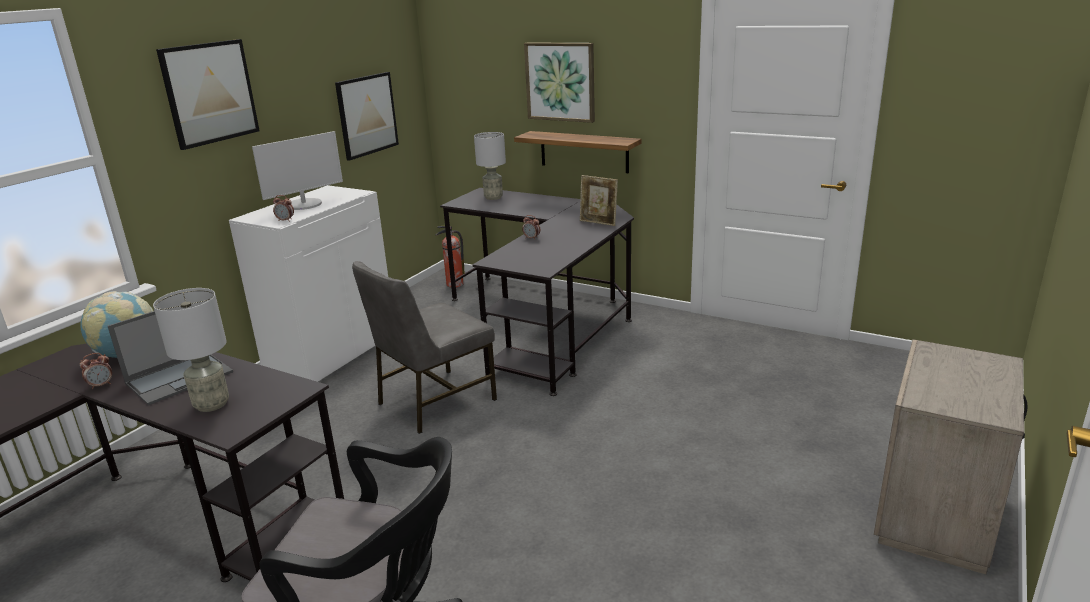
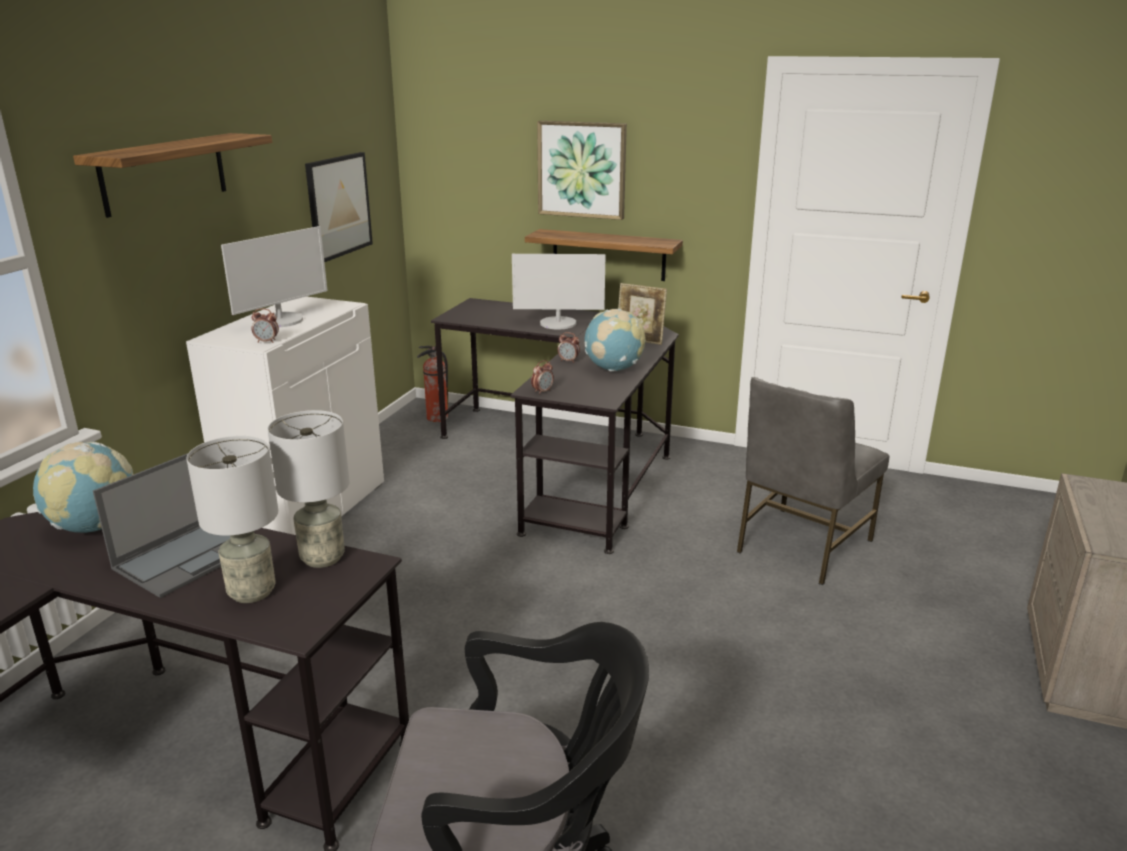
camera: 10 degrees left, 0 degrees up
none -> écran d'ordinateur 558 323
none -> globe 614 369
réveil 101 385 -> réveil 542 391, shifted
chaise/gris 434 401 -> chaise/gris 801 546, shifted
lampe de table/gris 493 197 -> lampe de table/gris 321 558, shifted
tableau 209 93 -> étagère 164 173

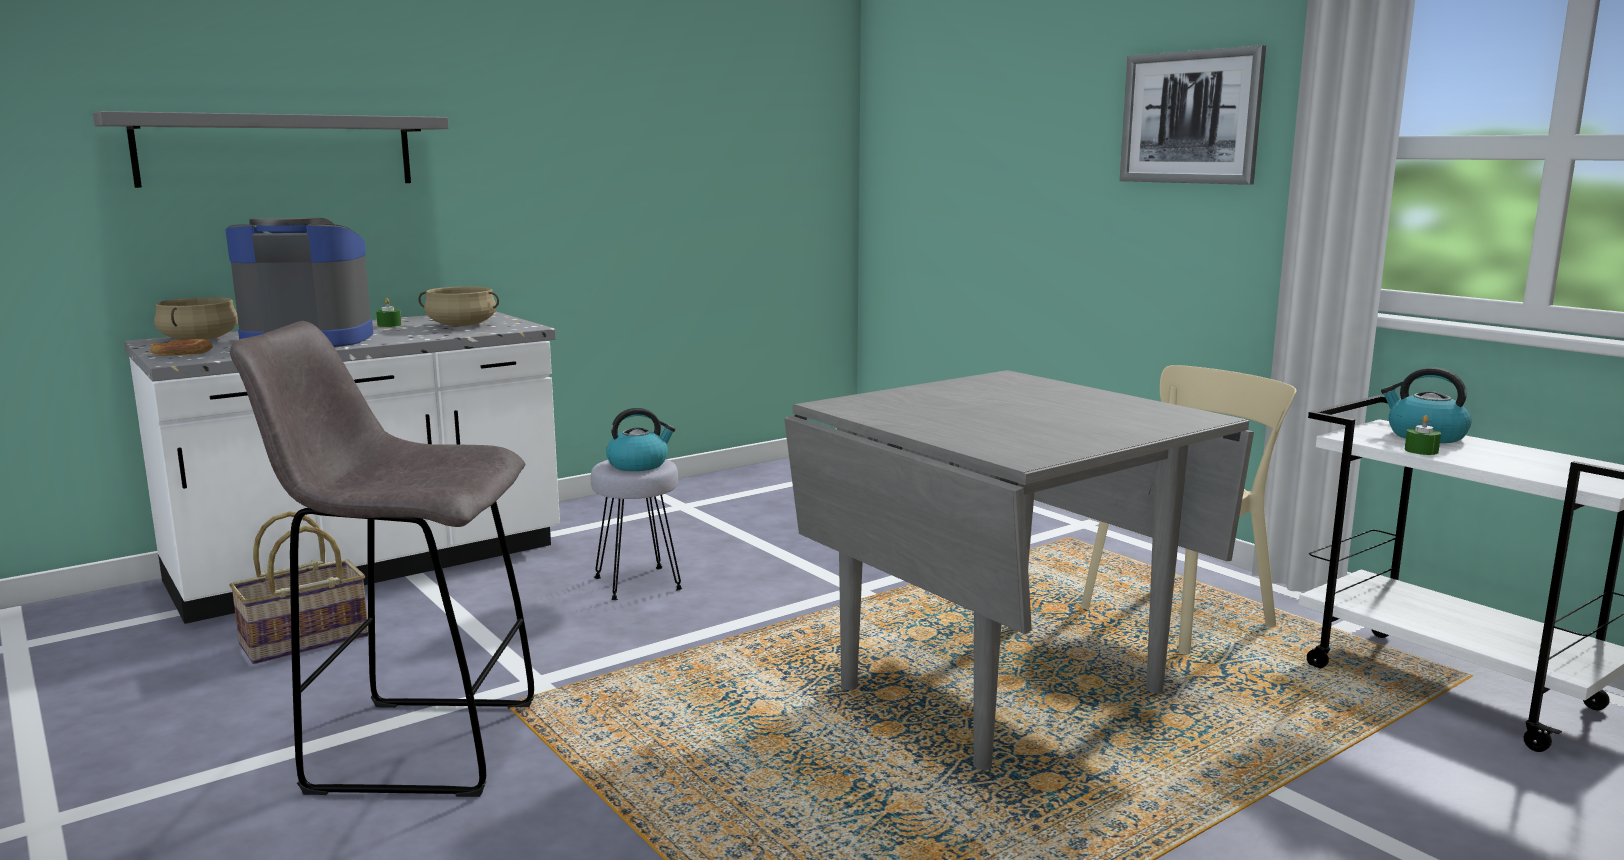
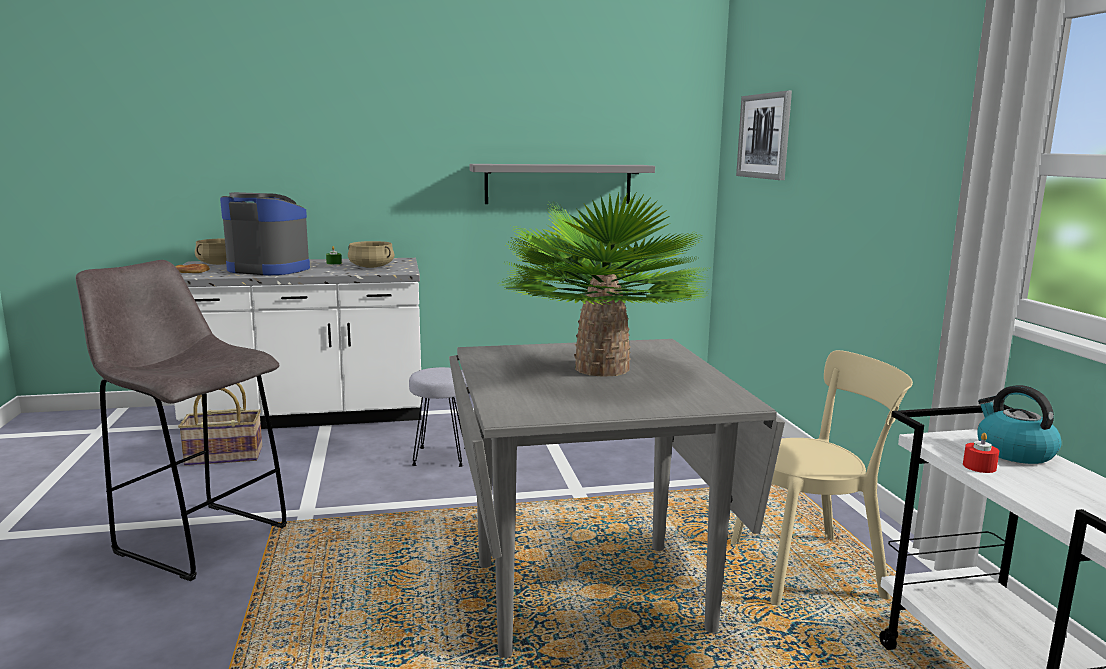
camera: 25 degrees right, 0 degrees up
bouilloire 639 464 -> none
none -> plante en pot 602 368
étagère/gris 277 150 -> étagère/gris 558 184, shifted
tableau 1190 117 -> tableau 764 136, shifted
bougie/vert 1421 450 -> bougie/rouge 979 466

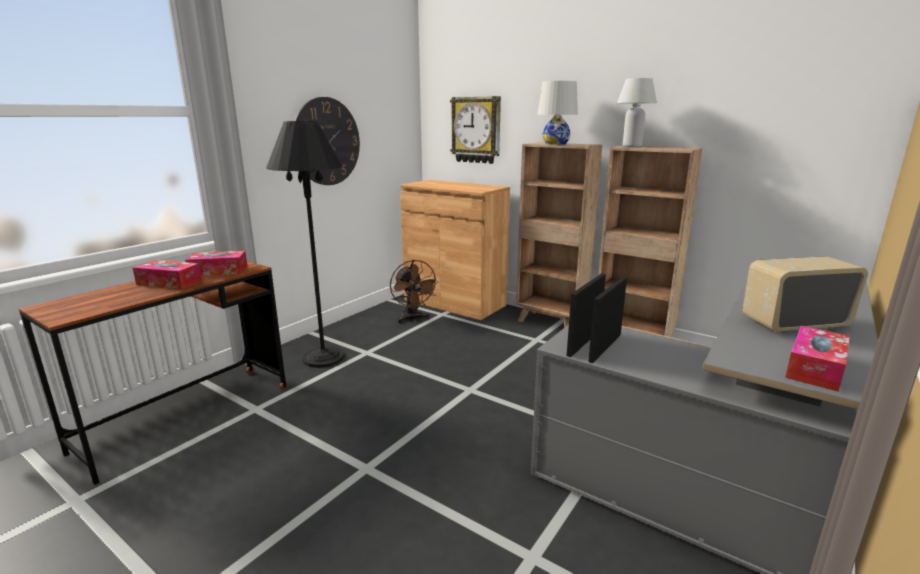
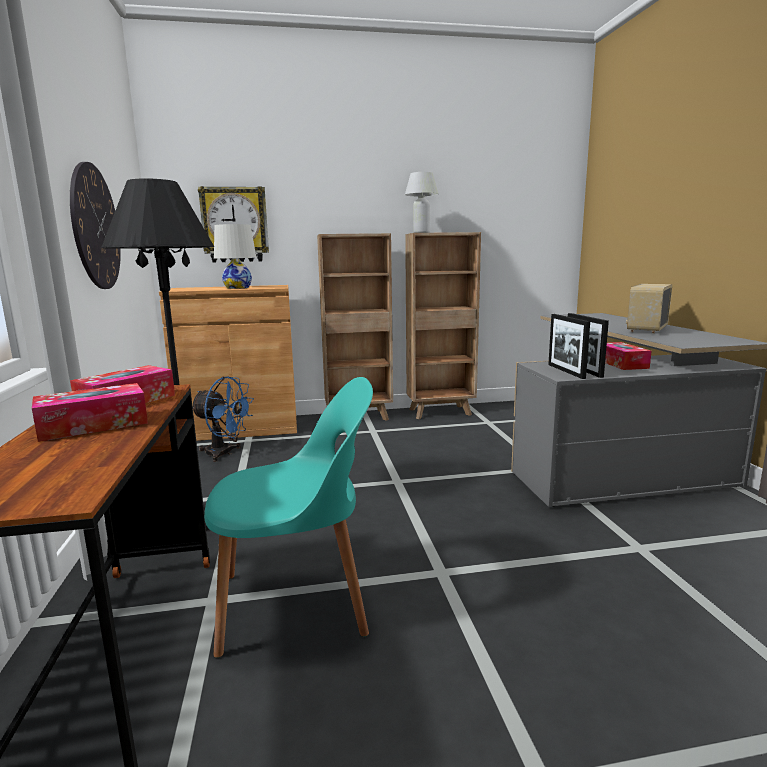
camera: 45 degrees left, 5 degrees down
none -> chaise/turquoise 298 602
lampe de table/blanc 556 144 -> lampe de table/blanc 238 287, shifted
boîte à mouchoirs 815 368 -> boîte à mouchoirs 621 364, shifted
ventilateur/marron 412 319 -> ventilateur/bleu 225 453

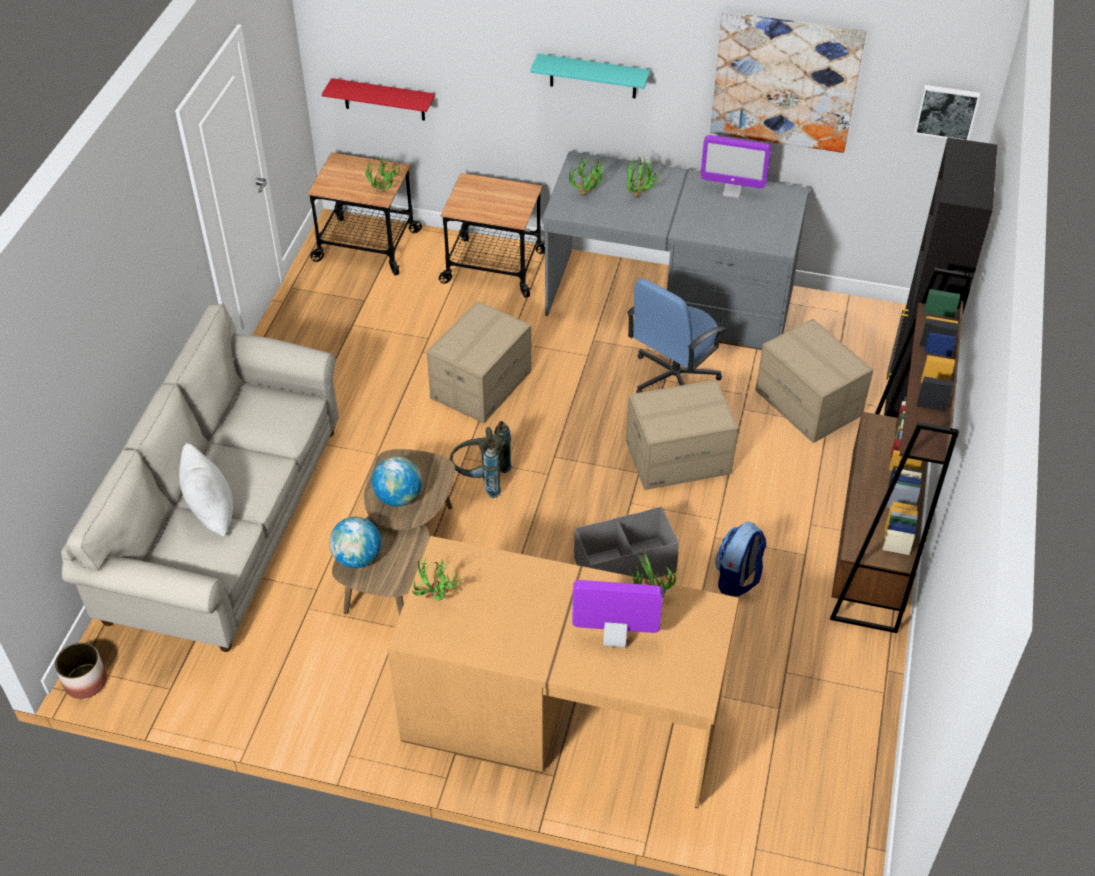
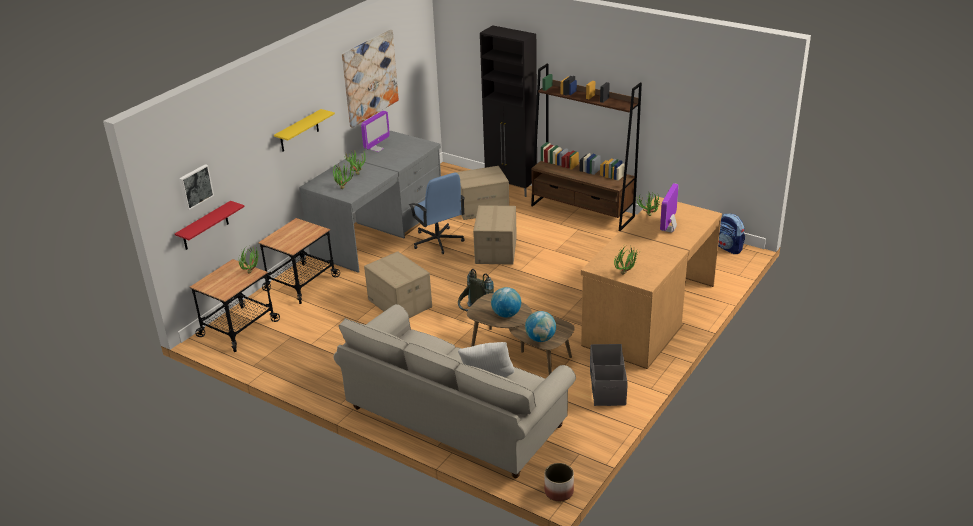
camera: 70 degrees left, 15 degrees down
boîte de rangement/gris 624 565 -> boîte de rangement/gris 607 386, shifted
sac à dos 737 578 -> sac à dos 729 248, shifted
tableau 946 111 -> tableau 195 186, shifted
étagère/turquoise 593 76 -> étagère/jaune 299 131

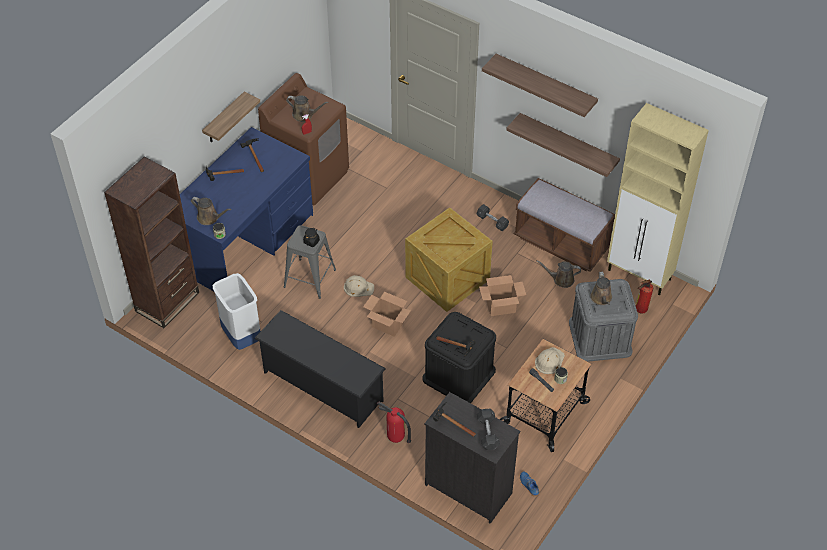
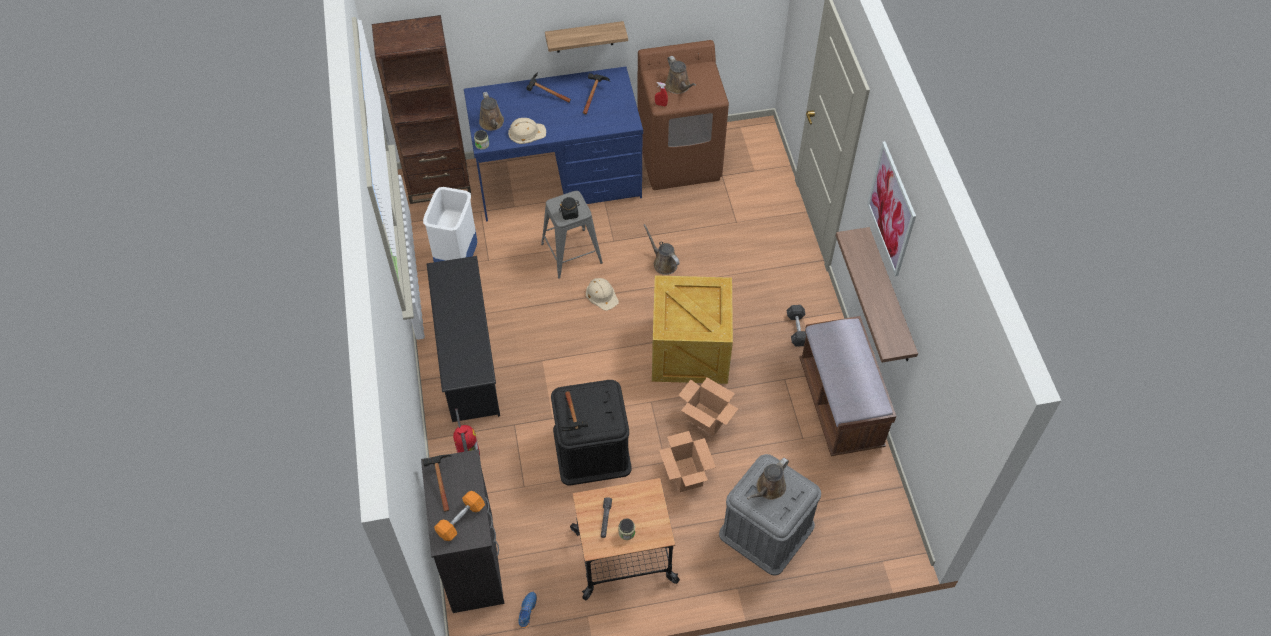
camera: 45 degrees right, 5 degrees up
meuble de rangement/beige 640 275 -> none
extincteur 639 310 -> none
carton 387 325 -> carton 685 474, shifted
casque de chantier/beige 549 361 -> casque de chantier/beige 526 132, shifted
arrosoir/marron 561 279 -> arrosoir/marron 663 263, shifted
étagère 545 84 -> tableau 891 209
haltère/gris 487 433 -> haltère/orange 461 520

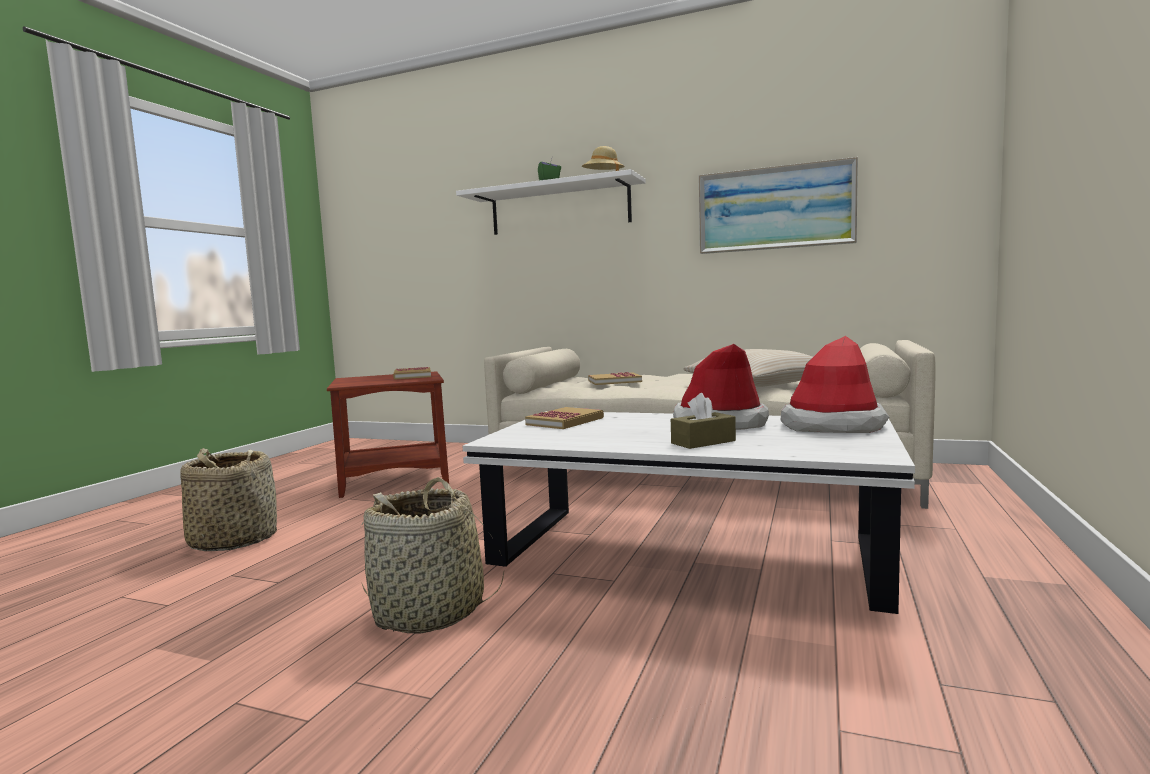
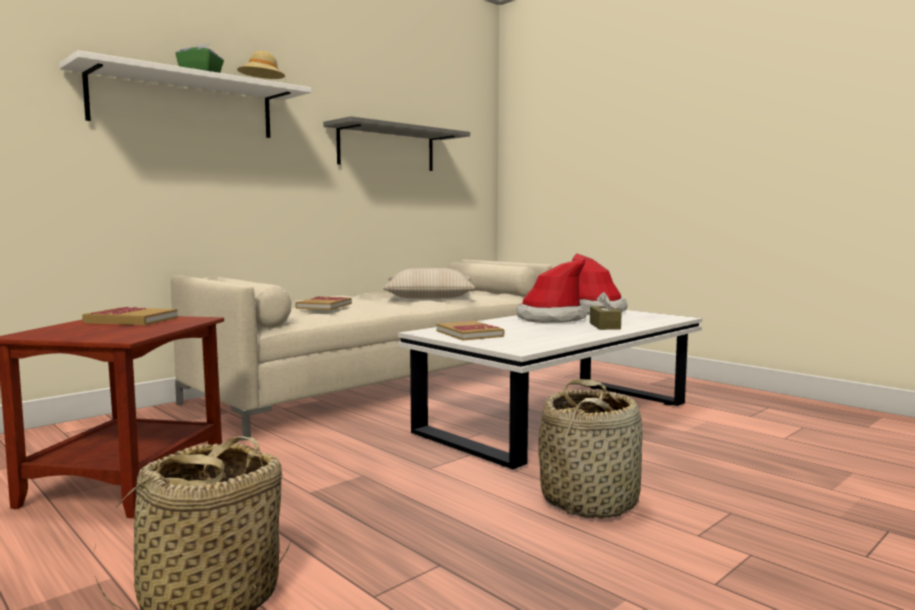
camera: 65 degrees left, 0 degrees up
tableau 775 208 -> étagère/gris 387 148

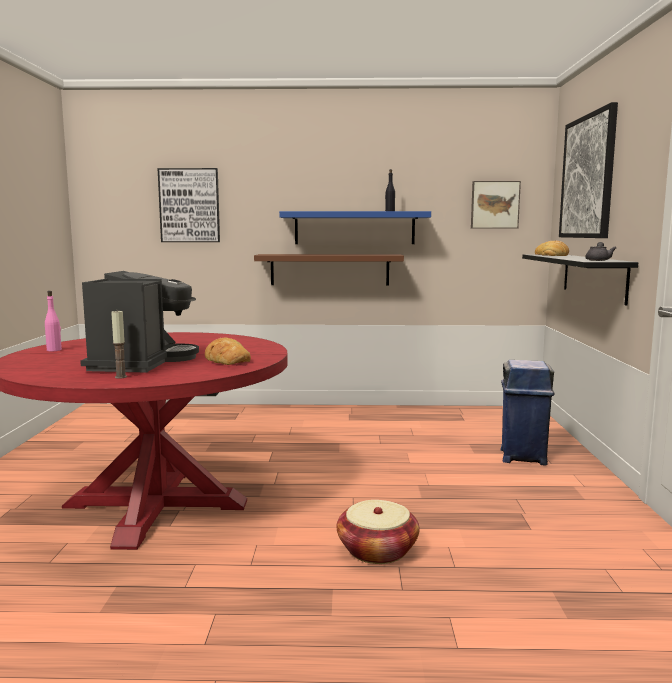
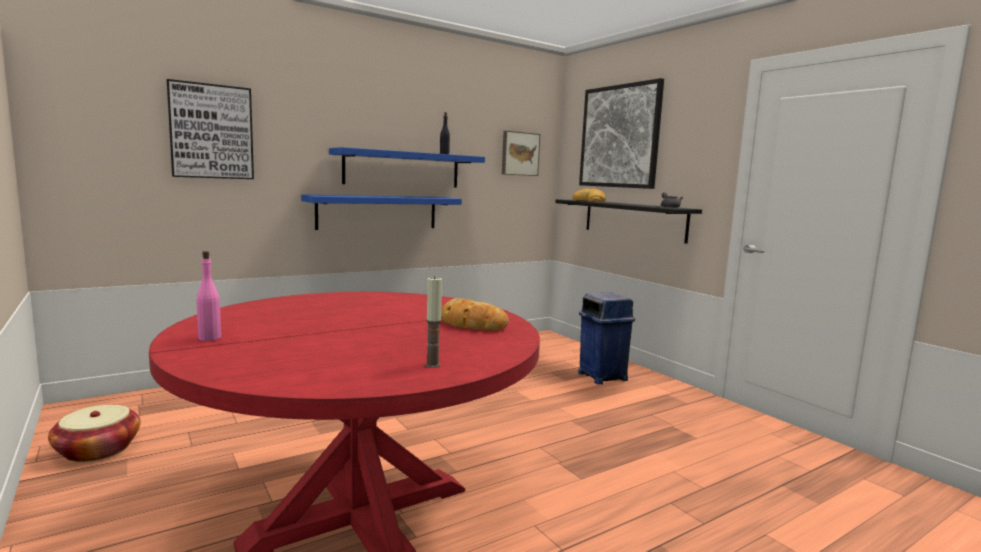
camera: 35 degrees left, 0 degrees up
machine à café 141 362 -> none
panier 377 550 -> panier 97 450, shifted
étagère/marron 329 269 -> étagère/bleu 378 212

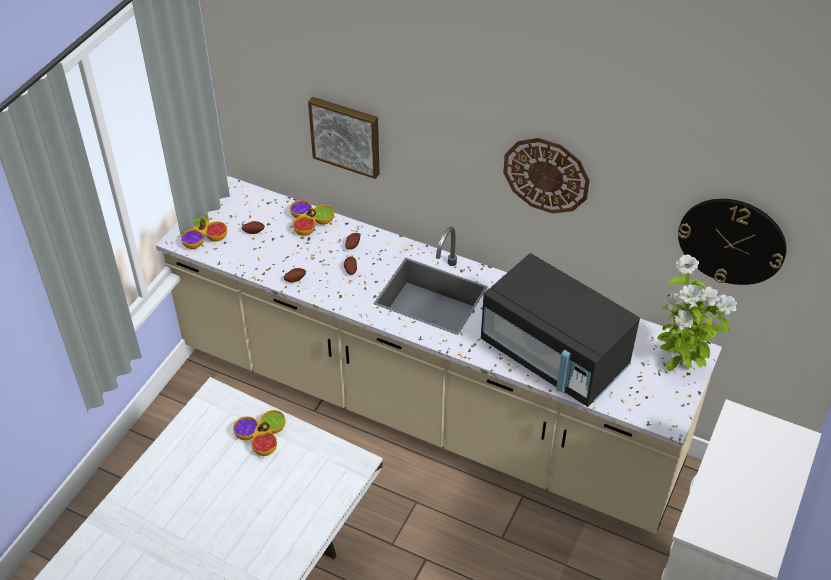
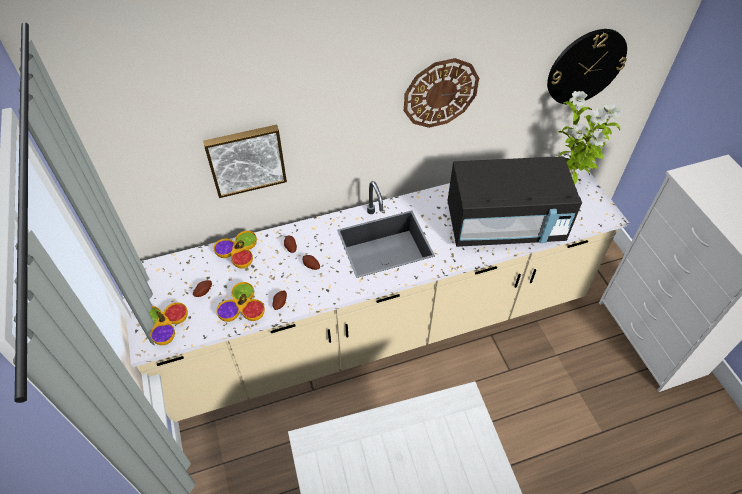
camera: 45 degrees left, 5 degrees up
bol 262 437 -> bol 243 309, shifted

